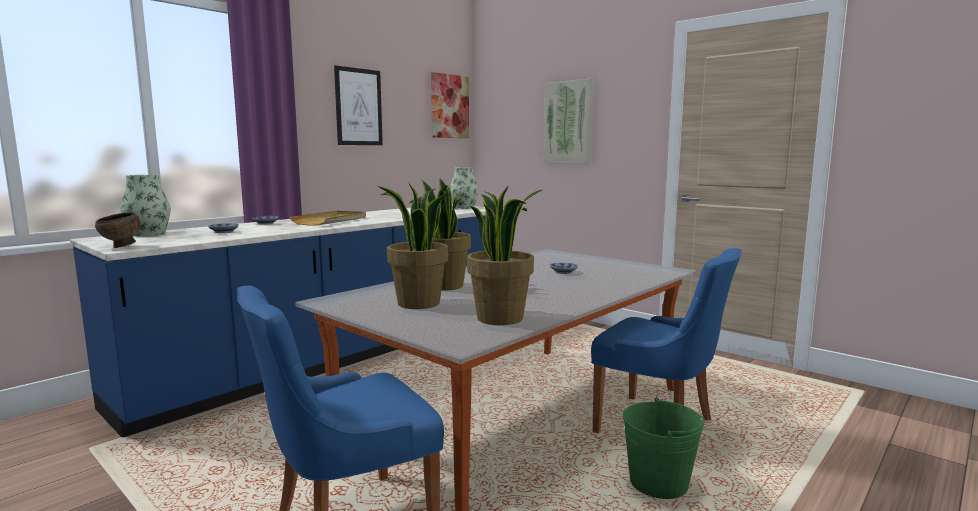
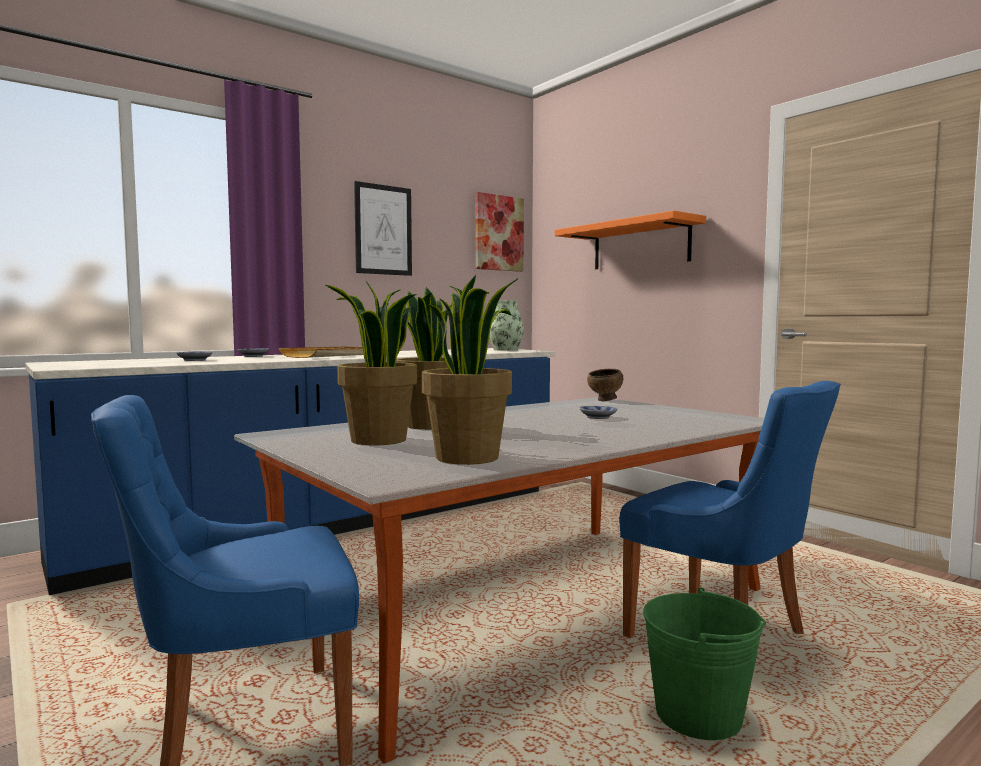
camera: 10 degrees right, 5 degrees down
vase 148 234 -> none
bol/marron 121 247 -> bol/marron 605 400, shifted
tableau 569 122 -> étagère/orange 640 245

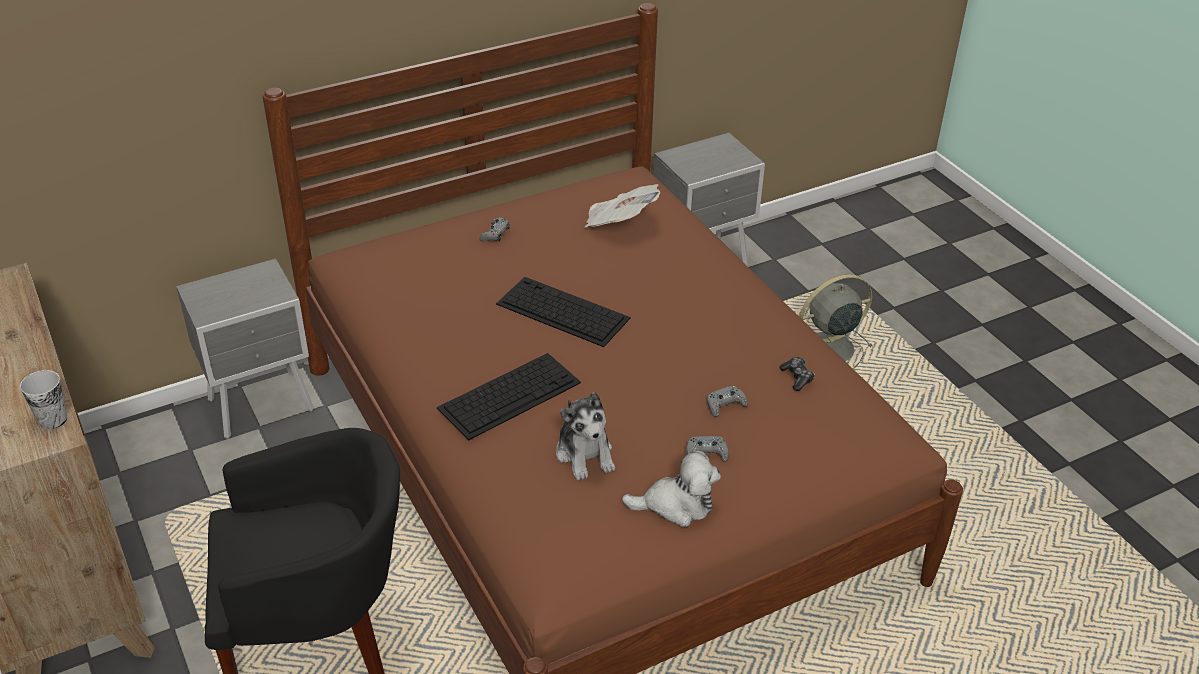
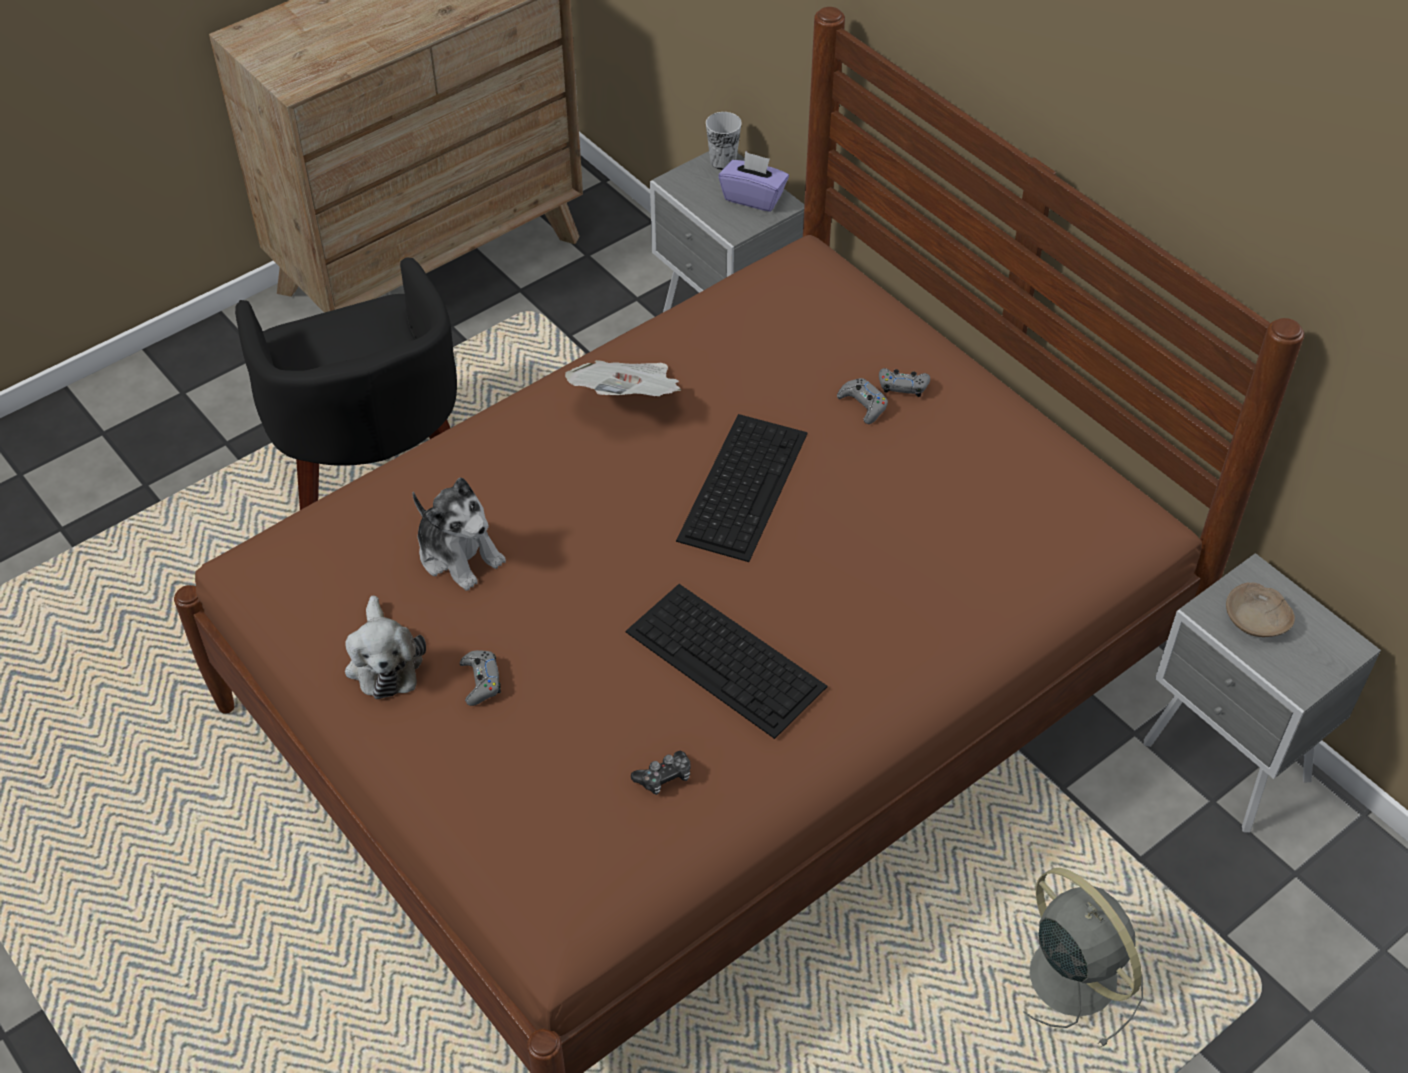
camera: 80 degrees right, 10 degrees up
none -> boîte à mouchoirs/violet 753 197
none -> bol/beige 1256 619
tasse 53 420 -> tasse 723 161, shifted
clavier 510 394 -> clavier 727 659, shifted
journal 620 223 -> journal 628 399, shifted
manette/gris 725 405 -> manette/gris 863 405, shifted
peluche 585 454 -> peluche 459 554, 105 degrees counterclockwise

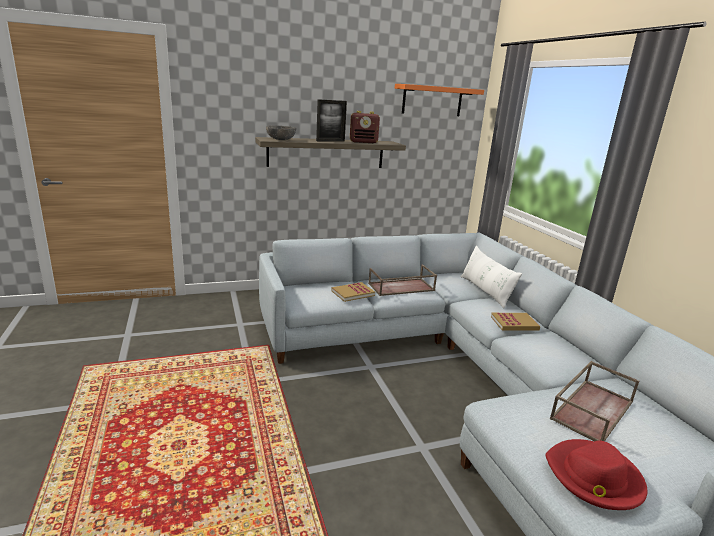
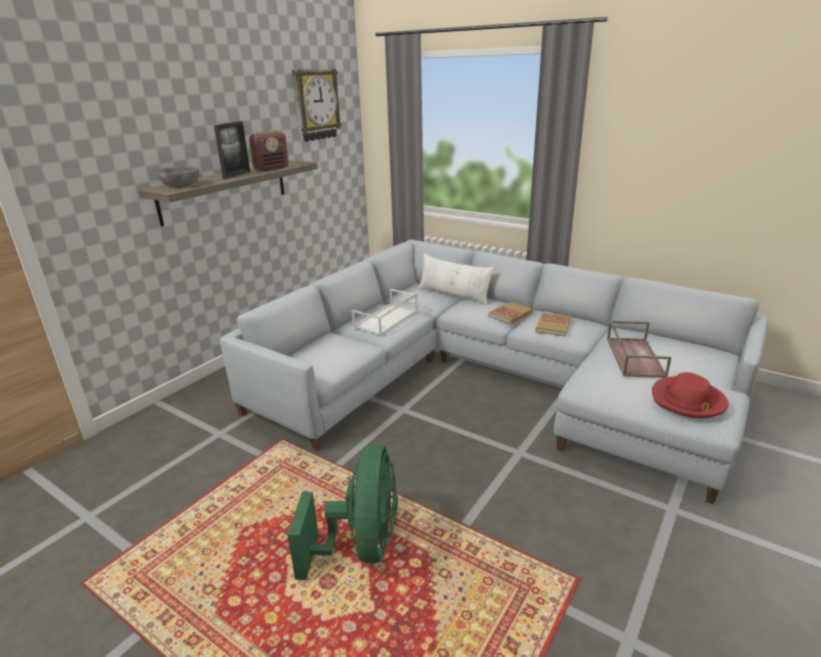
camera: 35 degrees left, 5 degrees up
none -> ventilateur/vert 361 546
livre 353 293 -> livre 553 326, shifted
étagère/orange 432 100 -> horloge murale 315 105
plateau/marron 401 287 -> plateau/blanc 386 319

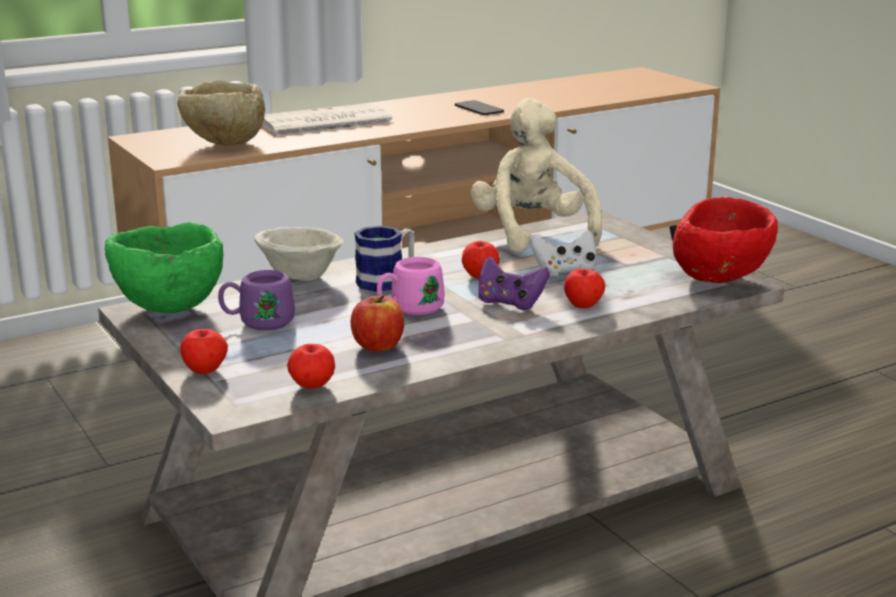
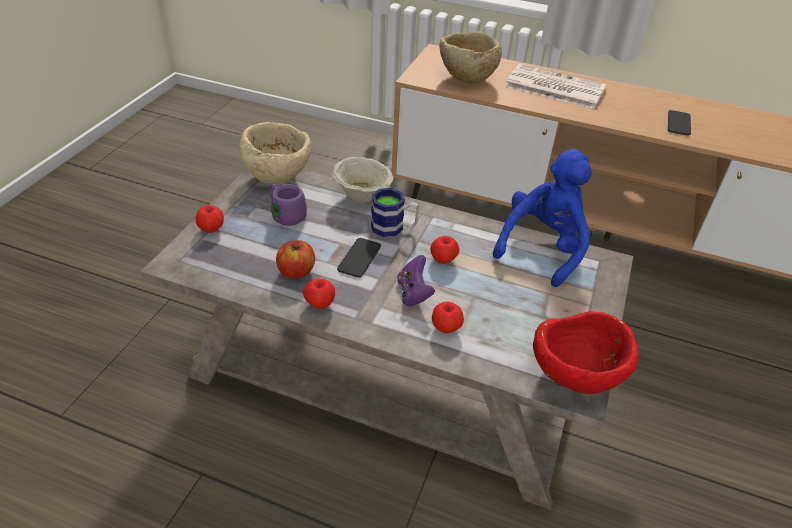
camera: 50 degrees right, 20 degrees up
manette/blanc 564 271 -> none
pomme 311 386 -> pomme 320 304, shifted
mug/rose 409 310 -> téléphone 359 258
bol/vert 168 306 -> bol/beige 278 176
peluche/beige 532 234 -> peluche/bleu 542 248

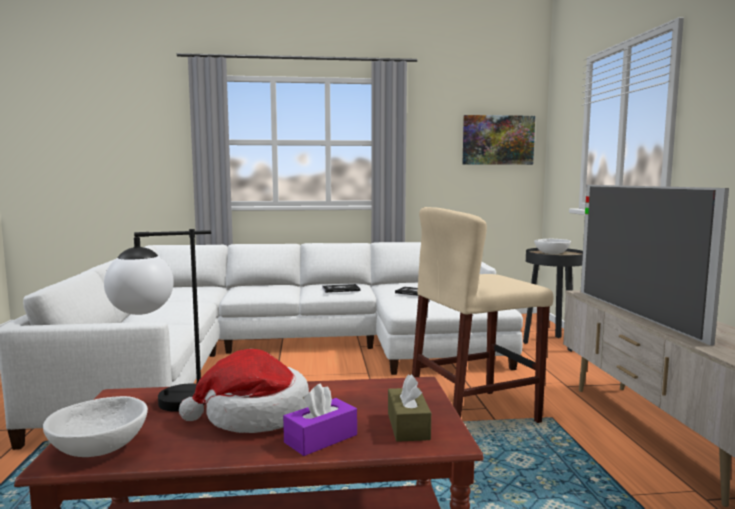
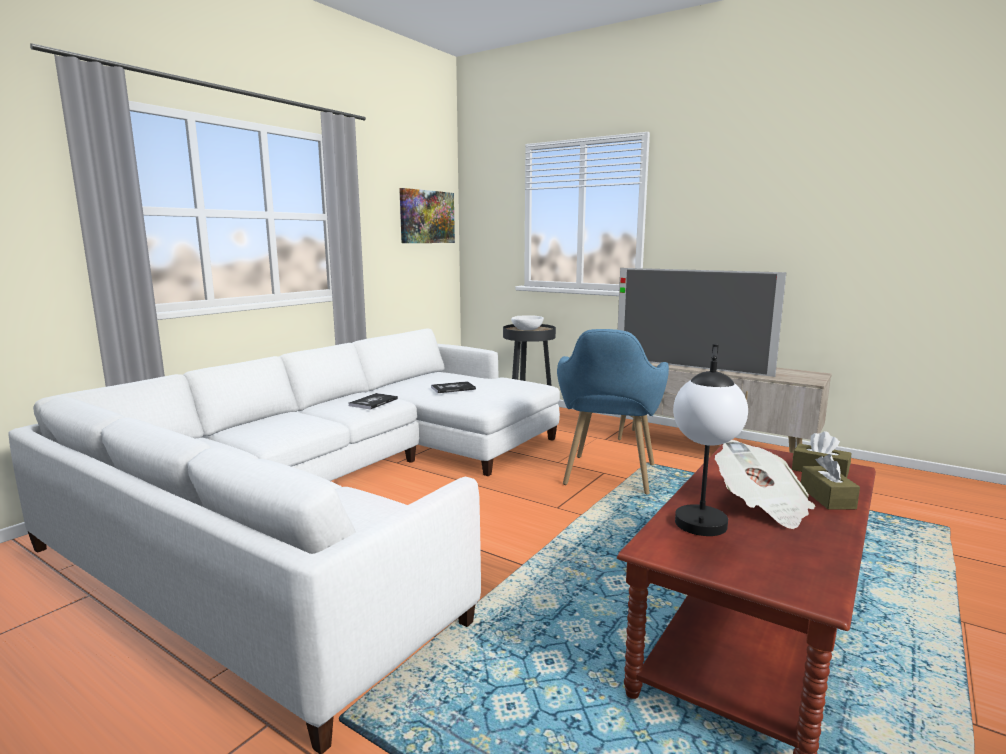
camera: 50 degrees left, 5 degrees up
bol/blanc 99 448 -> none
chapeau 254 415 -> journal 762 506
tabouret/beige 473 414 -> fauteuil/bleu 608 480
boîte à mouchoirs/violet 321 439 -> boîte à mouchoirs/marron 827 497

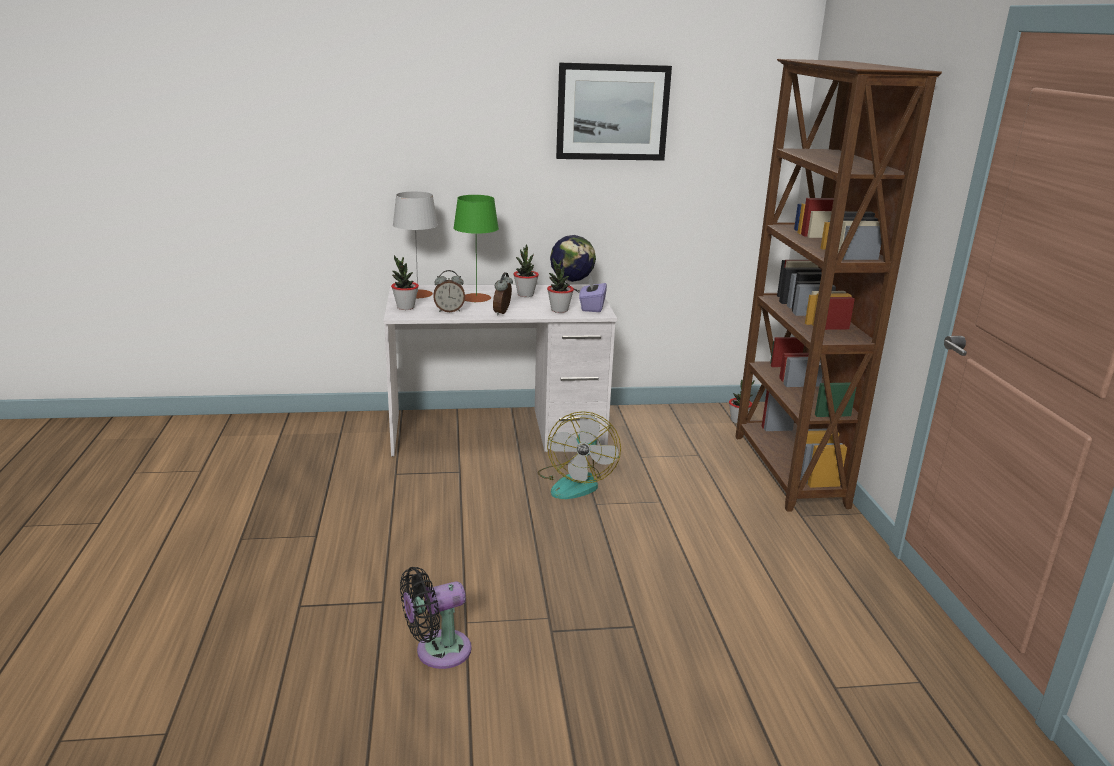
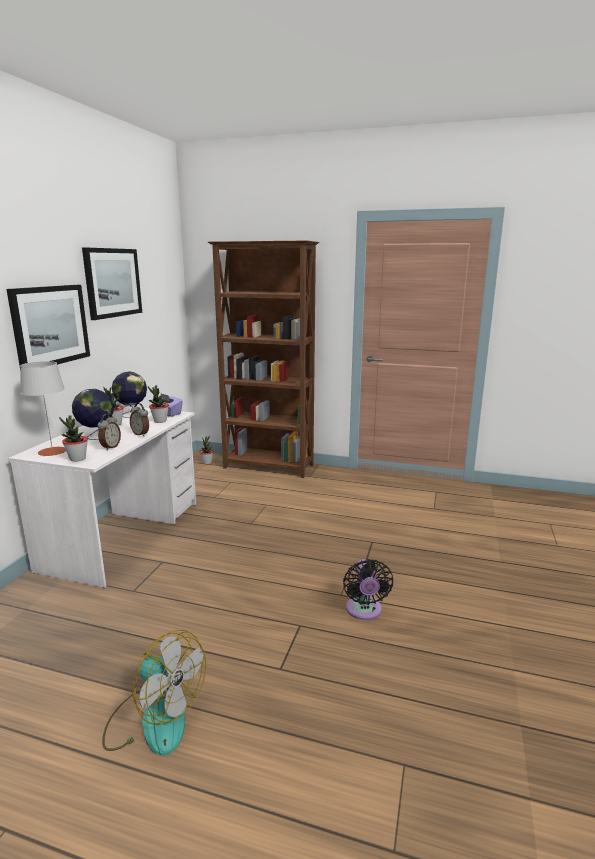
camera: 65 degrees left, 5 degrees down
none -> tableau 50 325
ventilateur 576 482 -> ventilateur 154 719, shifted
lampe de table/vert 476 298 -> globe 96 436

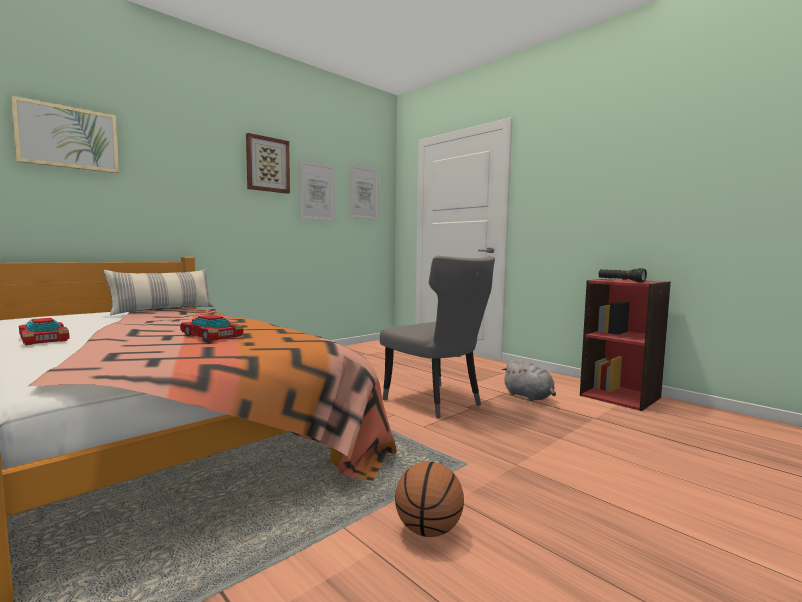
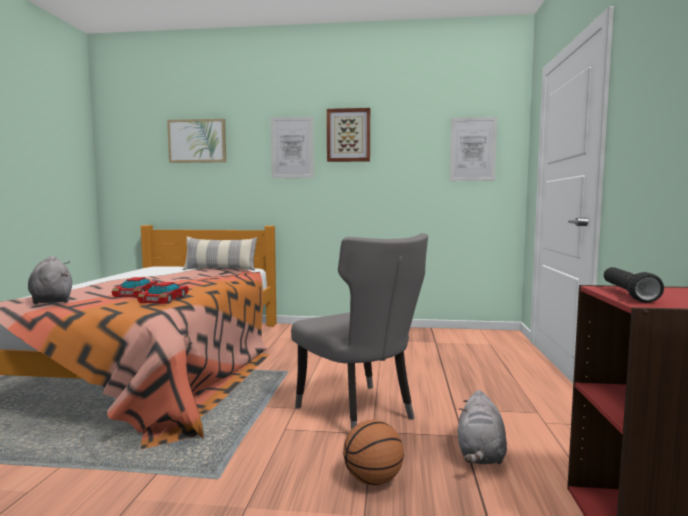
camera: 50 degrees right, 0 degrees up
none -> peluche/gris 51 300
petite voiture 45 339 -> petite voiture 165 299, shifted
tableau 317 192 -> tableau 292 147, shifted
ballon de basket 428 530 -> ballon de basket 373 480, shifted
chaise/gris 436 402 -> chaise/gris 360 413, 45 degrees counterclockwise

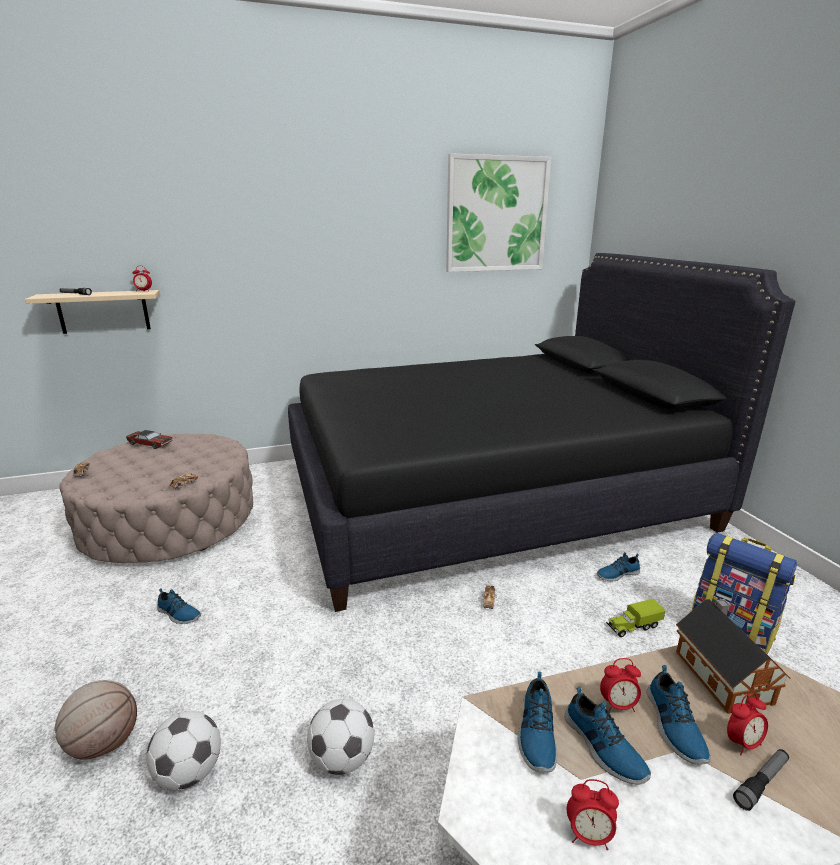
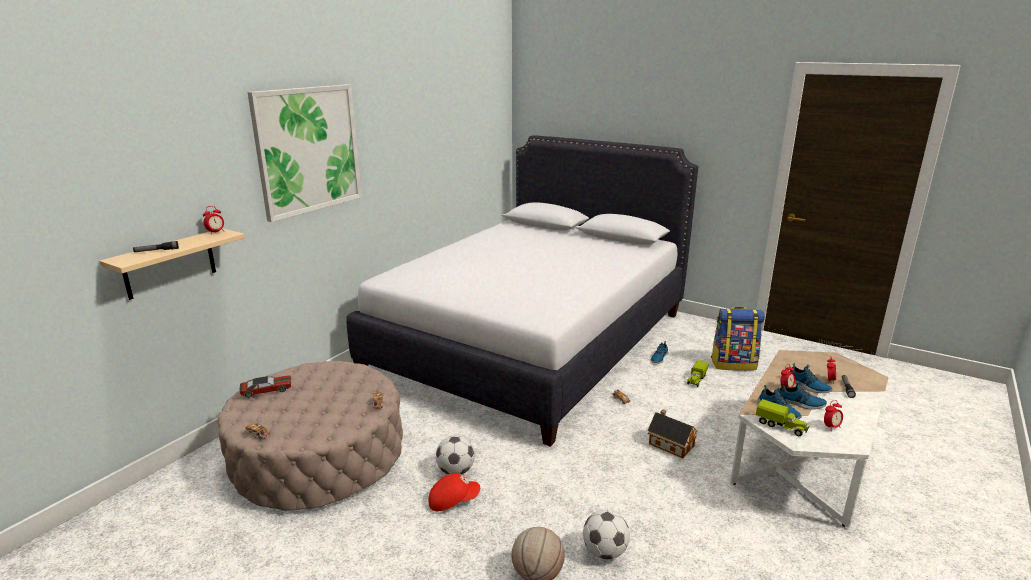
camera: 40 degrees left, 0 degrees up
none -> camion jouet 781 426
ballon de foot 342 758 -> ballon de foot 456 471, shifted
tableau 496 215 -> tableau 308 150, shifted
maison miniature 721 673 -> maison miniature 669 444, shifted
chaussure 178 614 -> casquette/rouge 453 501
lit/noir 489 495 -> lit/blanc 532 341

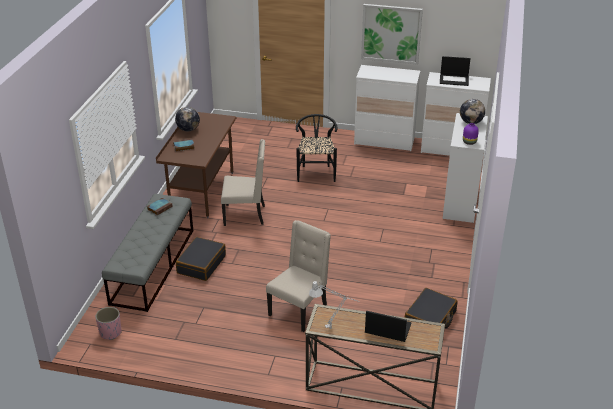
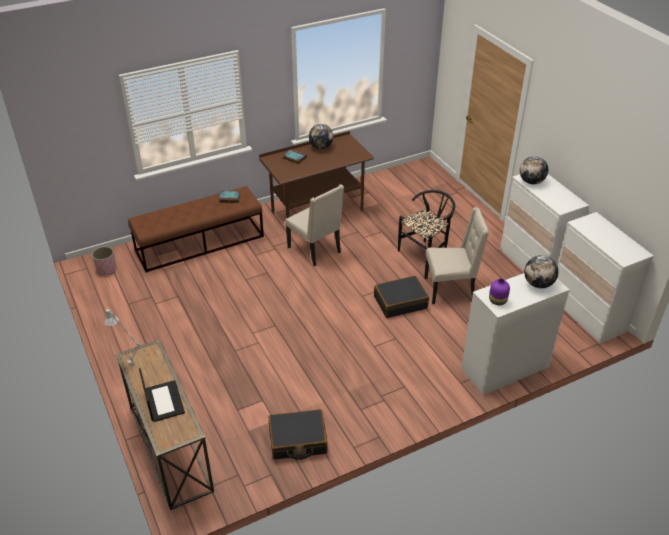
camera: 50 degrees right, 5 degrees up
tableau 391 33 -> none
ordinateur portable 454 80 -> none
none -> globe 531 182
valise/noir 201 264 -> valise/noir 400 302, shifted
chaise/beige 299 310 -> chaise/beige 450 289, shifted
banc/gris 153 265 -> banc/marron 200 243

